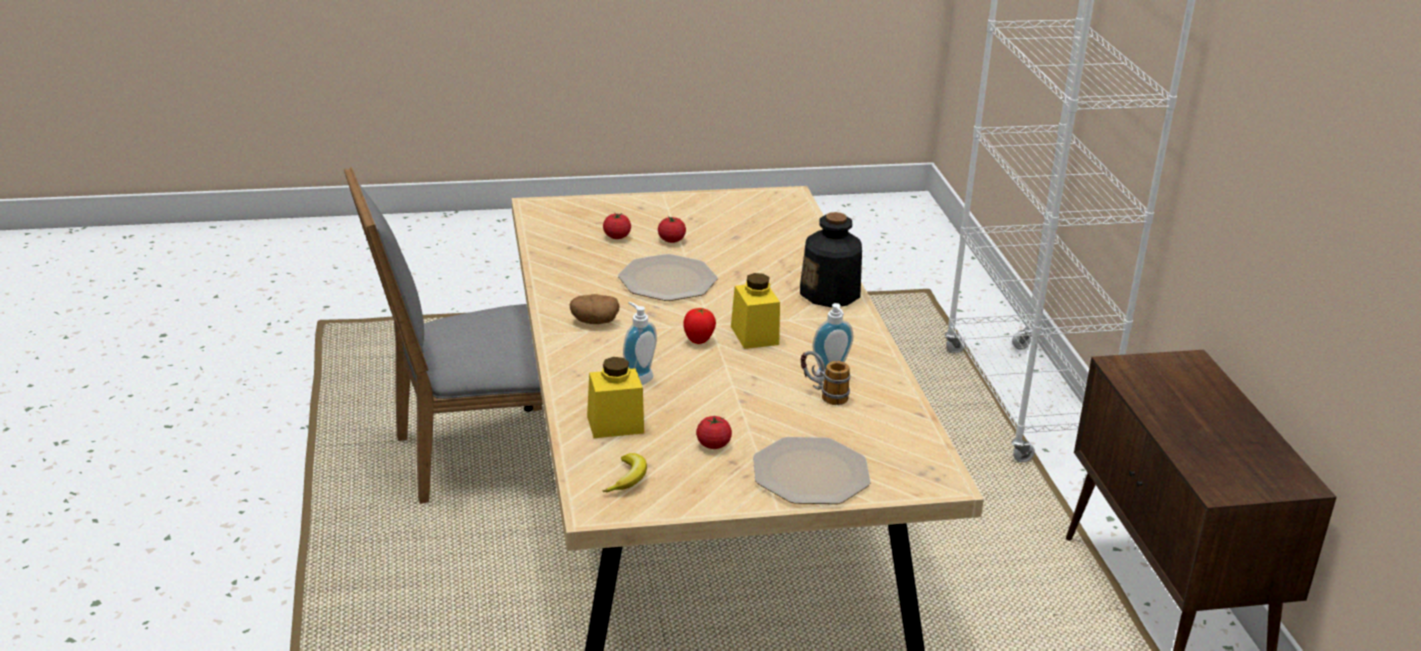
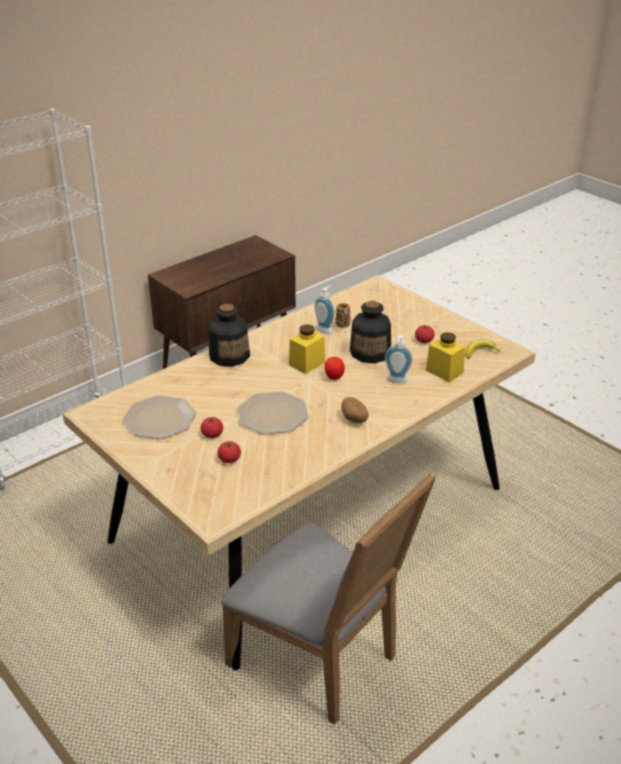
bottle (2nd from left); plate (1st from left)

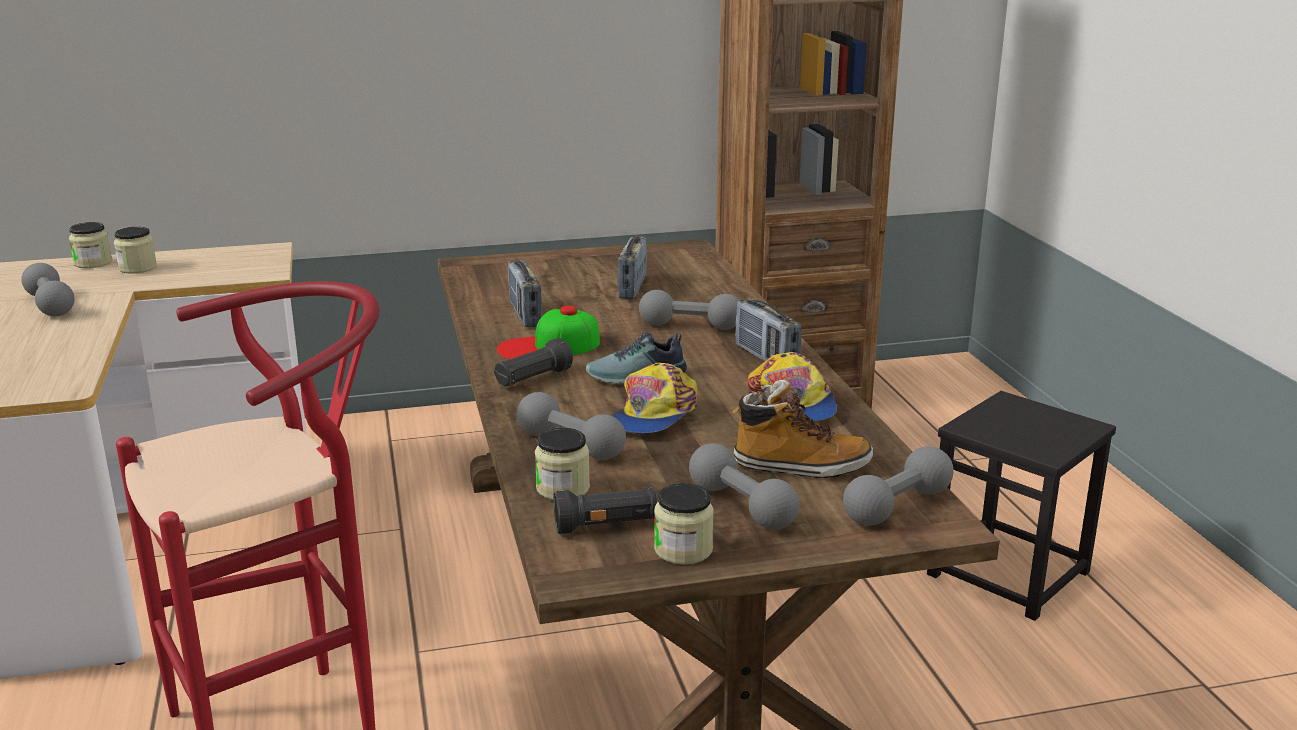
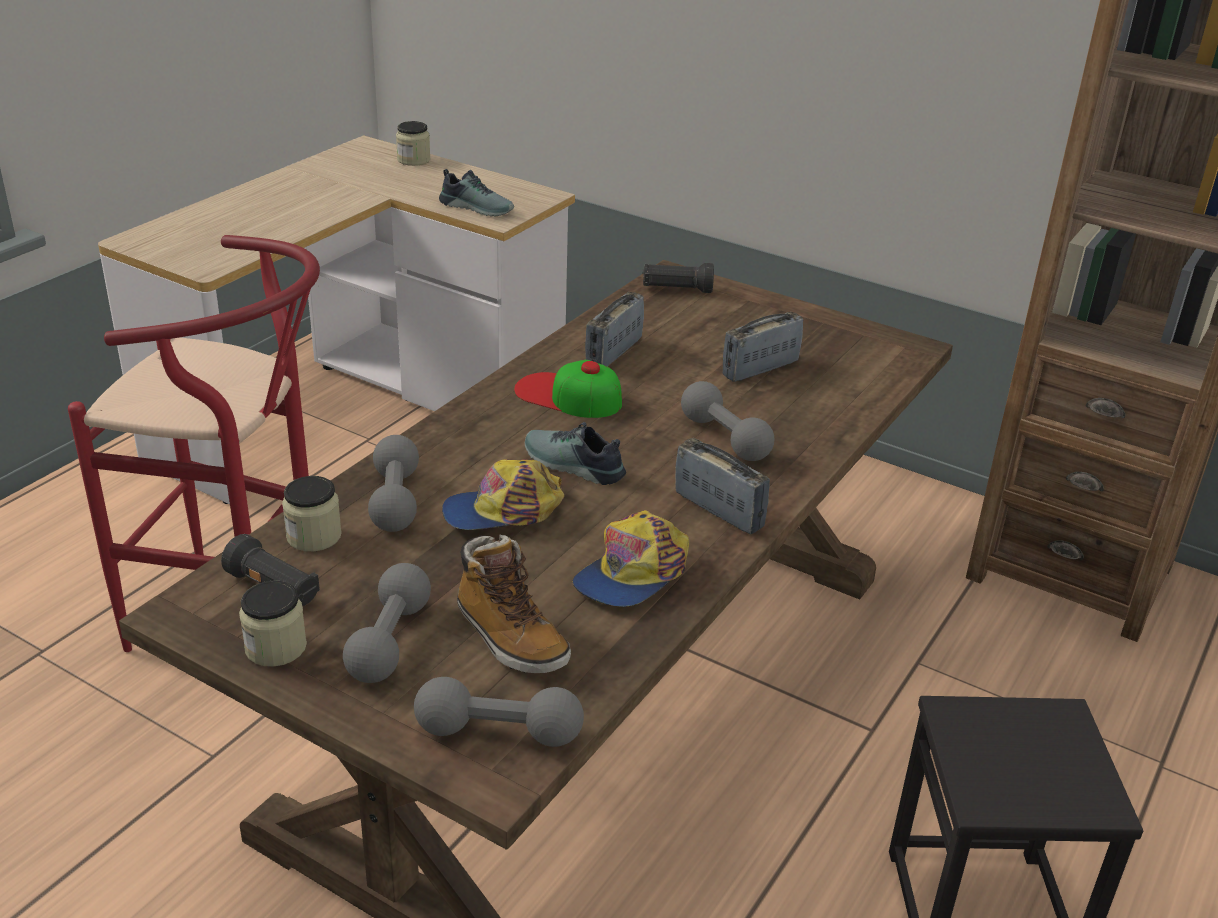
grey dumbbell (1st from left in the first image); jar (2nd from left in the first image); shoe (1st from left); black flashlight (2nd from left); radio (2nd from left)

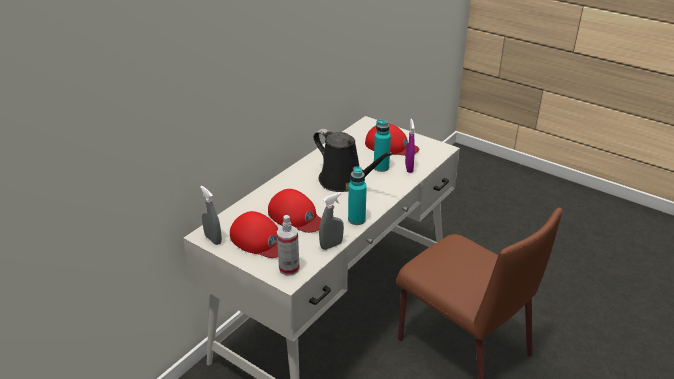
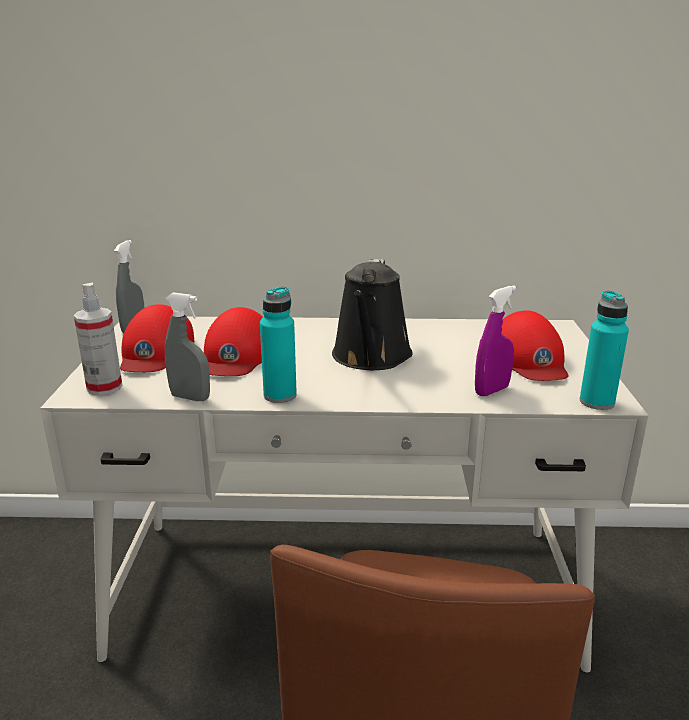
turquoise bottle (2nd from left)

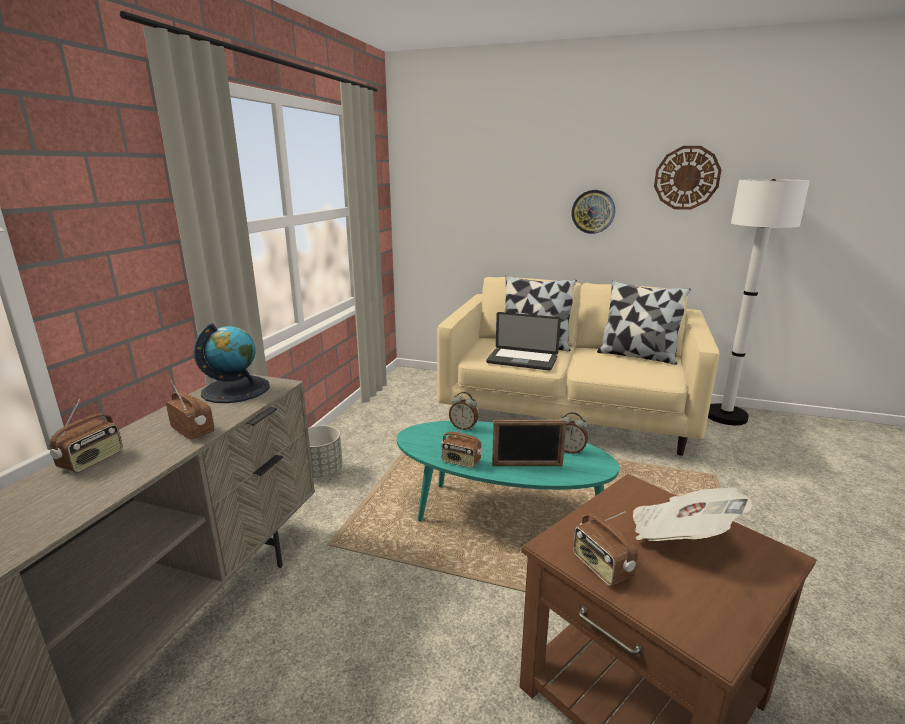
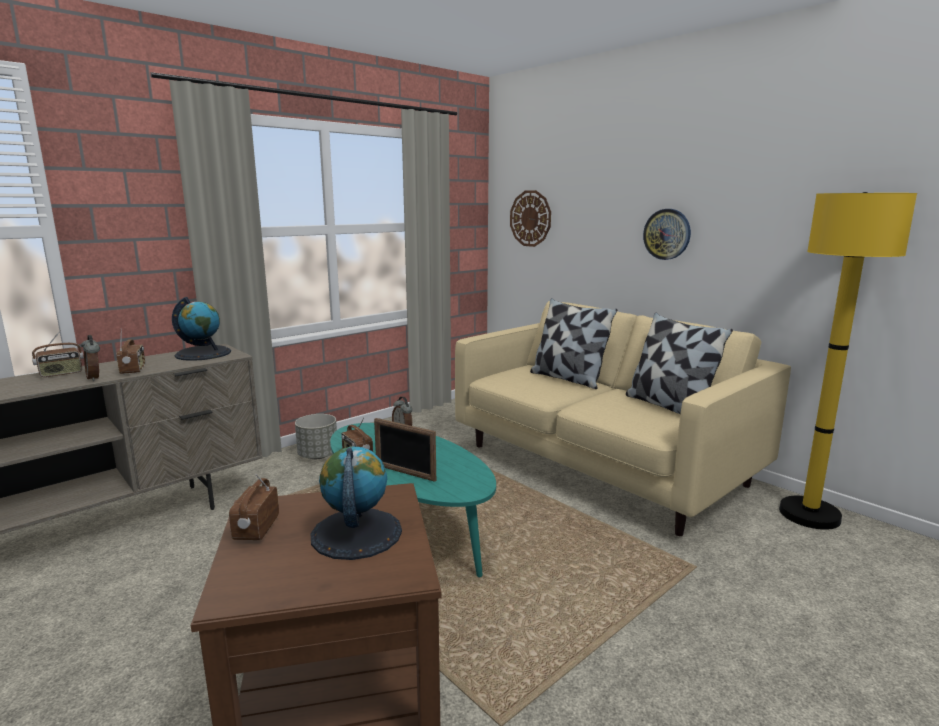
laptop; alarm clock (1st from left); wall clock (1st from left); globe (2nd from left); yellow floor lamp

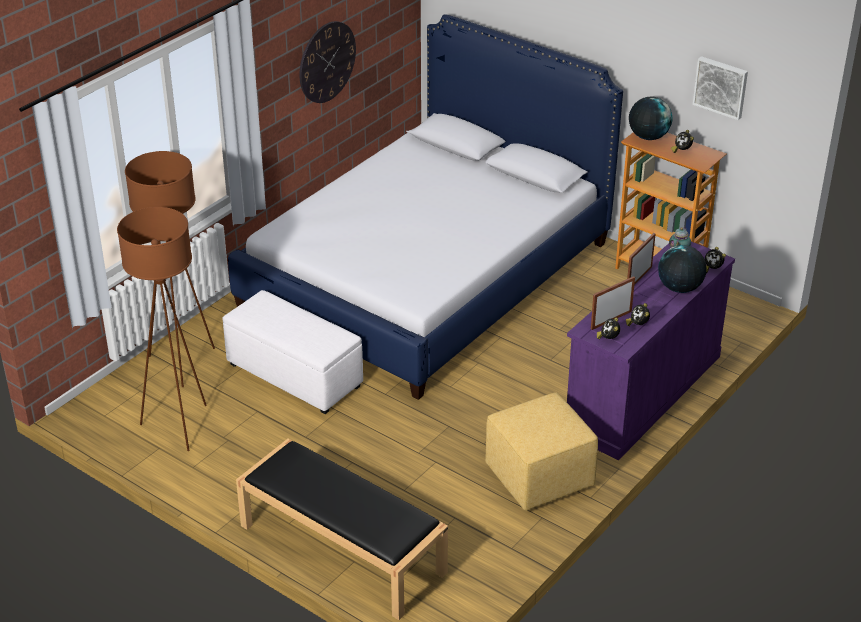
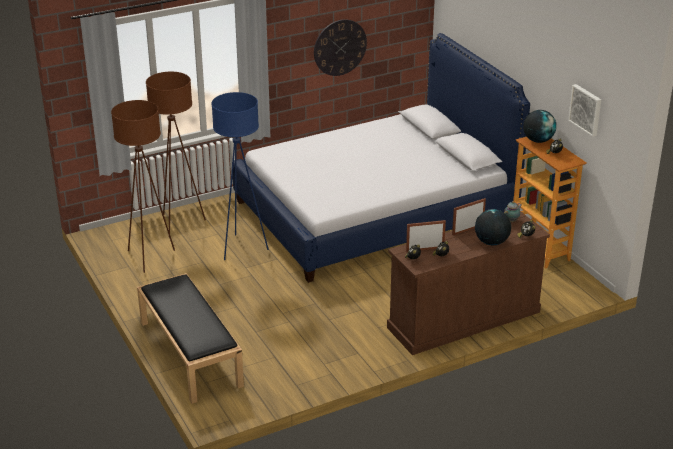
yellow ottoman; blue floor lamp; brown dresser

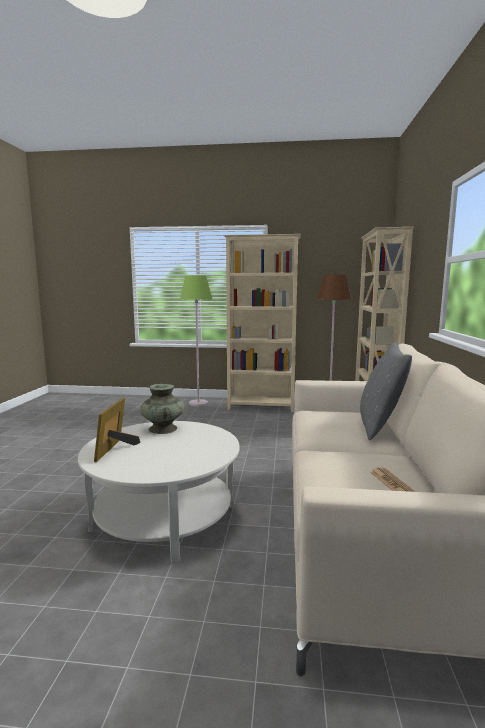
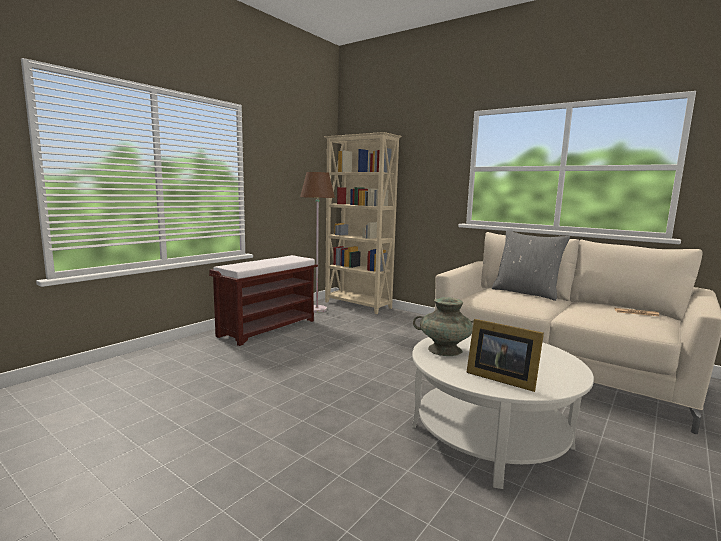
green floor lamp; brown bench

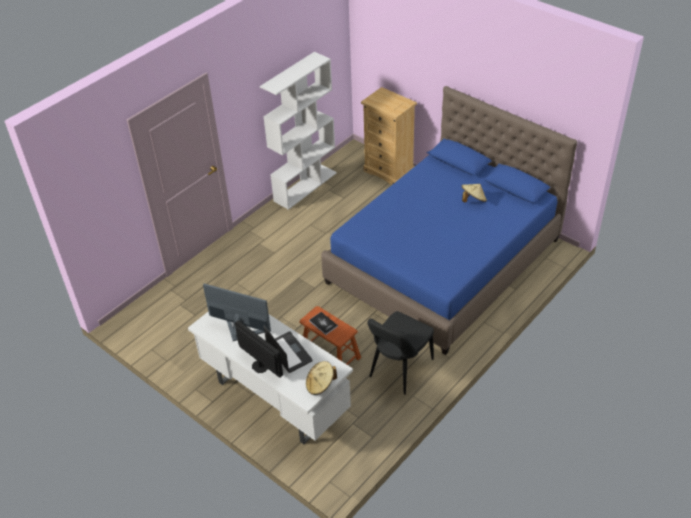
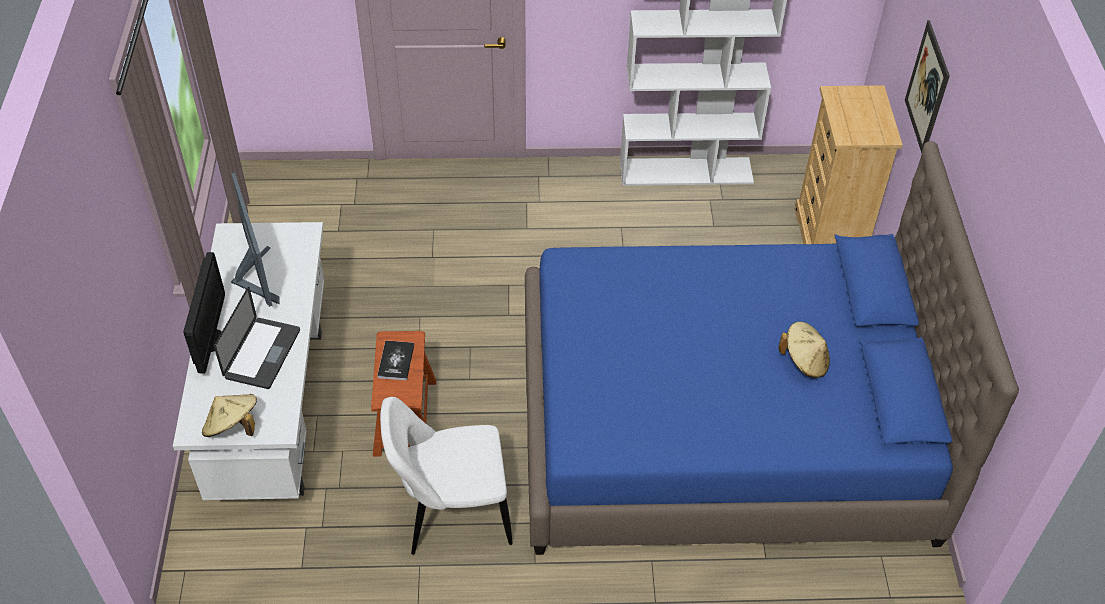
picture; white chair

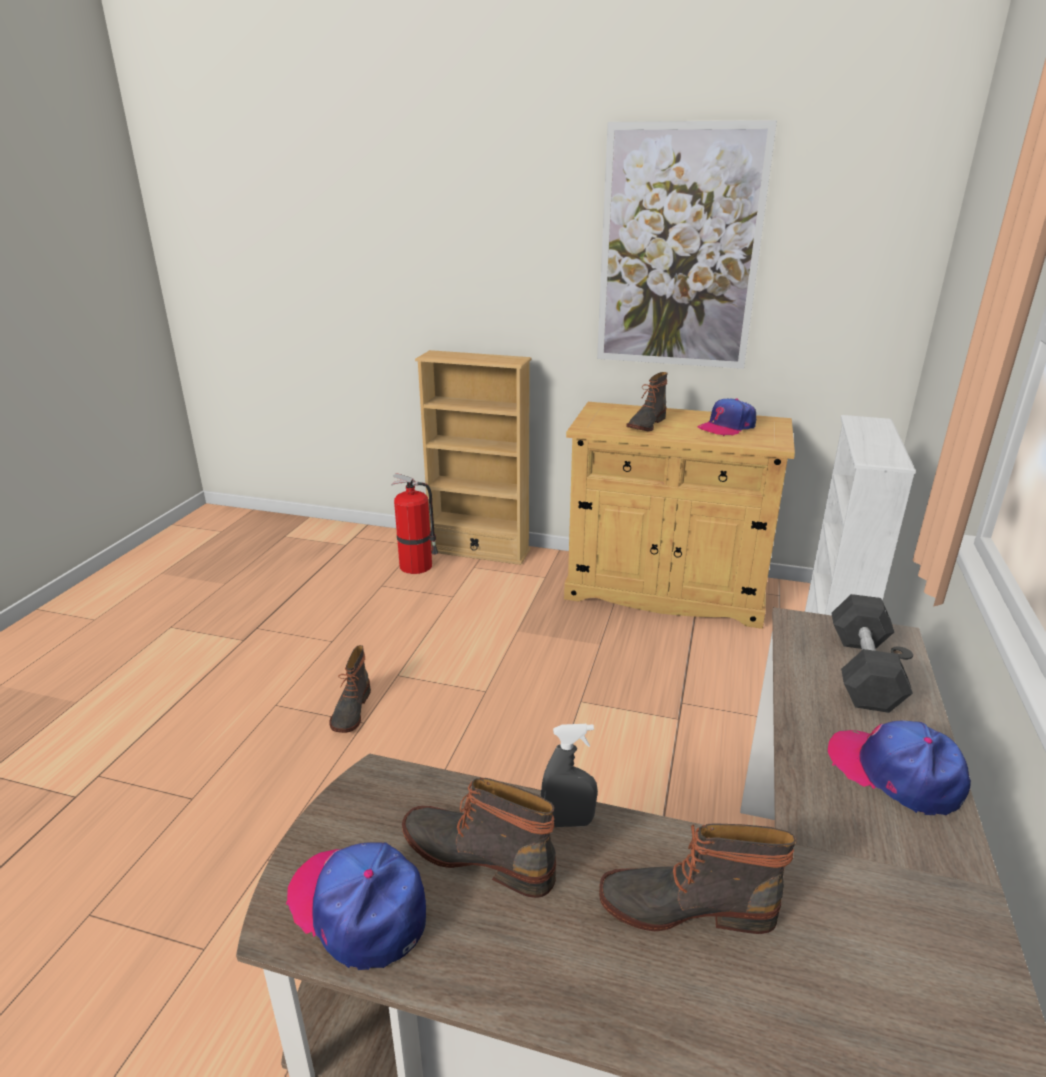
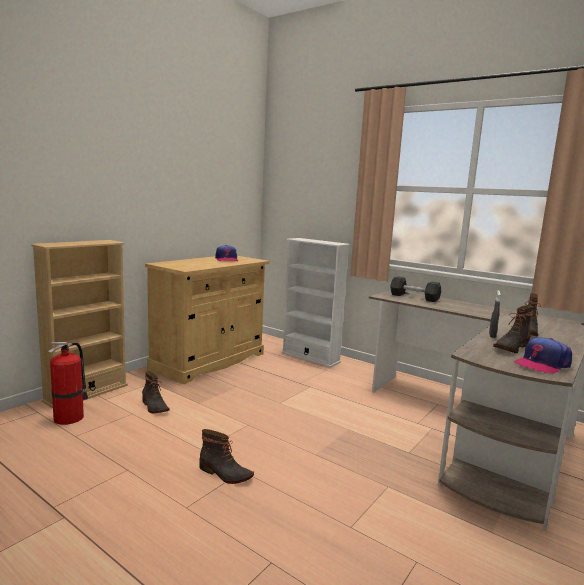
picture; cap (3rd from left in the first image); boot (1st from left)

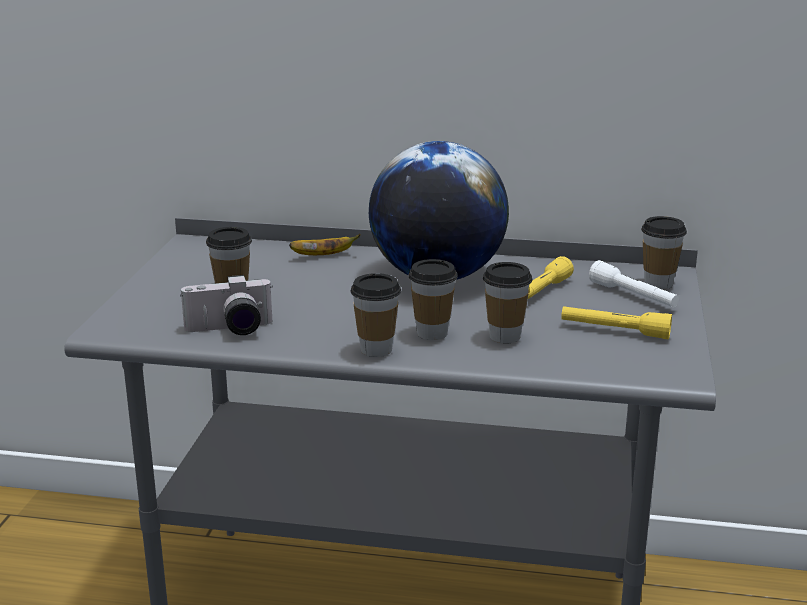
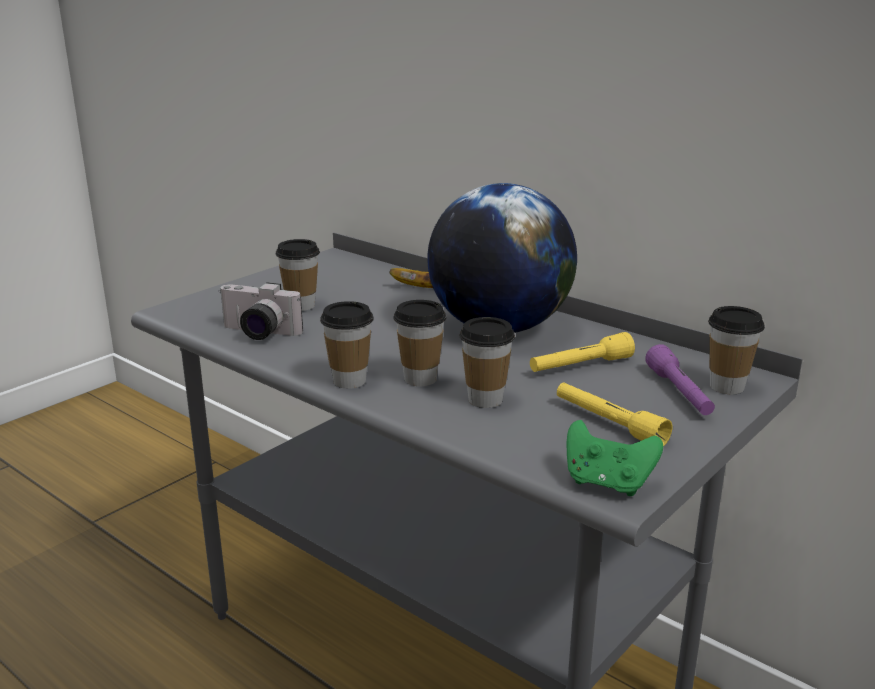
green game controller; purple flashlight

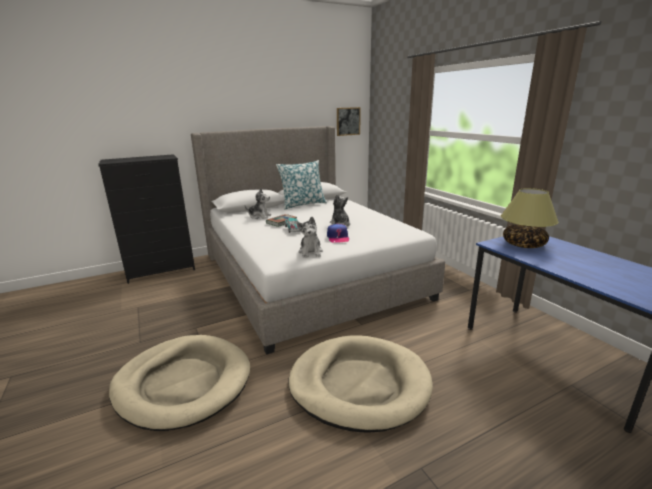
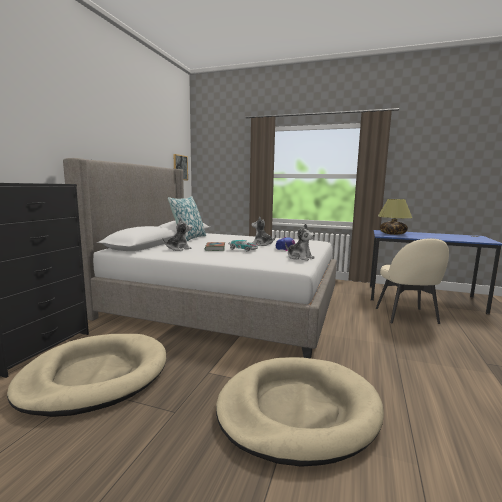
beige chair; beige dog bed (1st from left)

